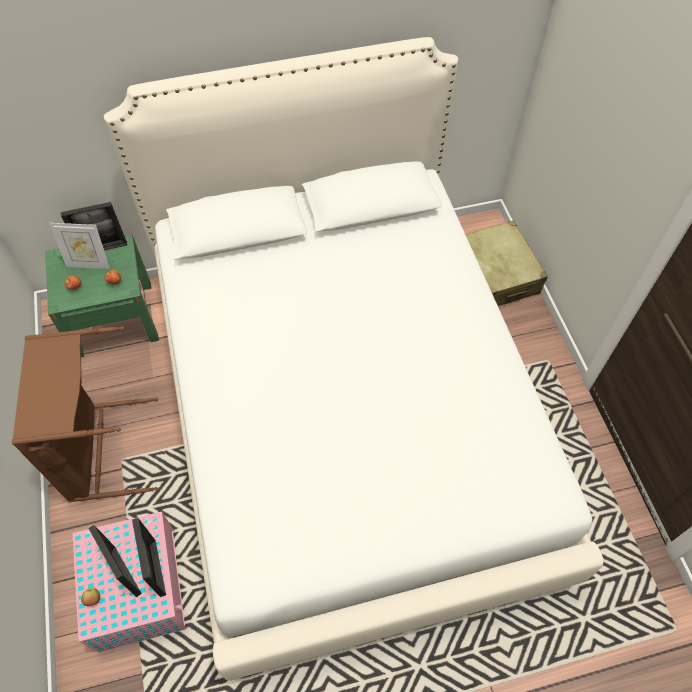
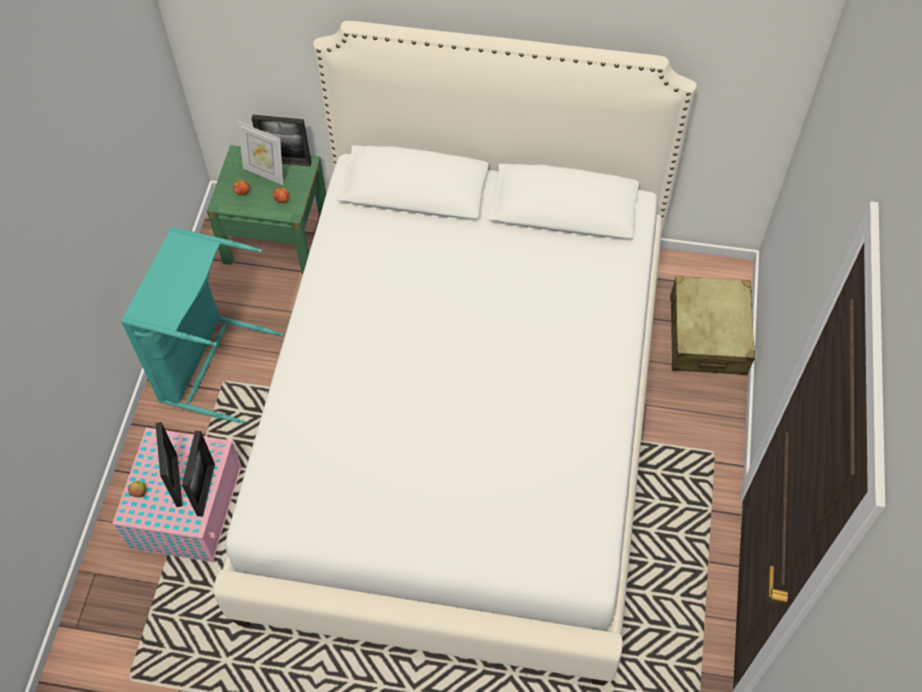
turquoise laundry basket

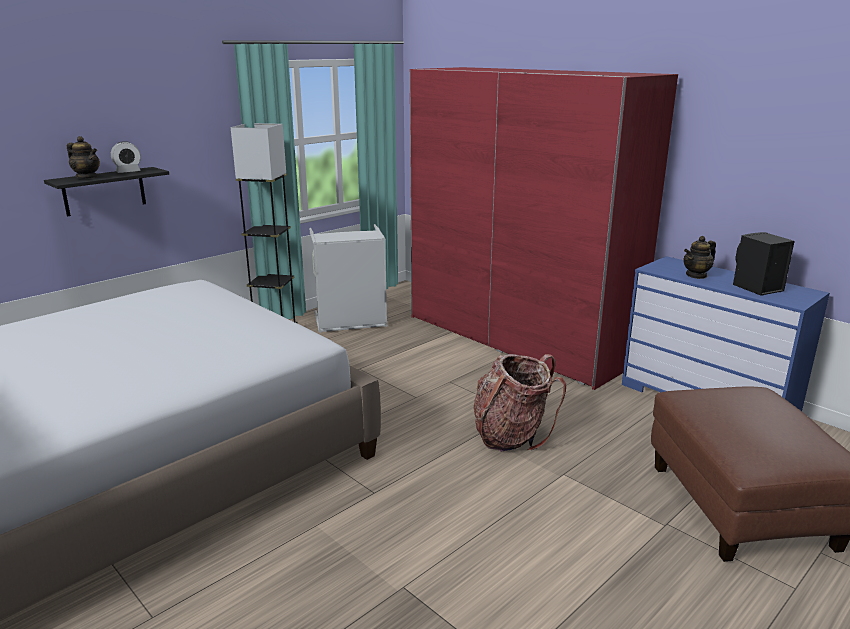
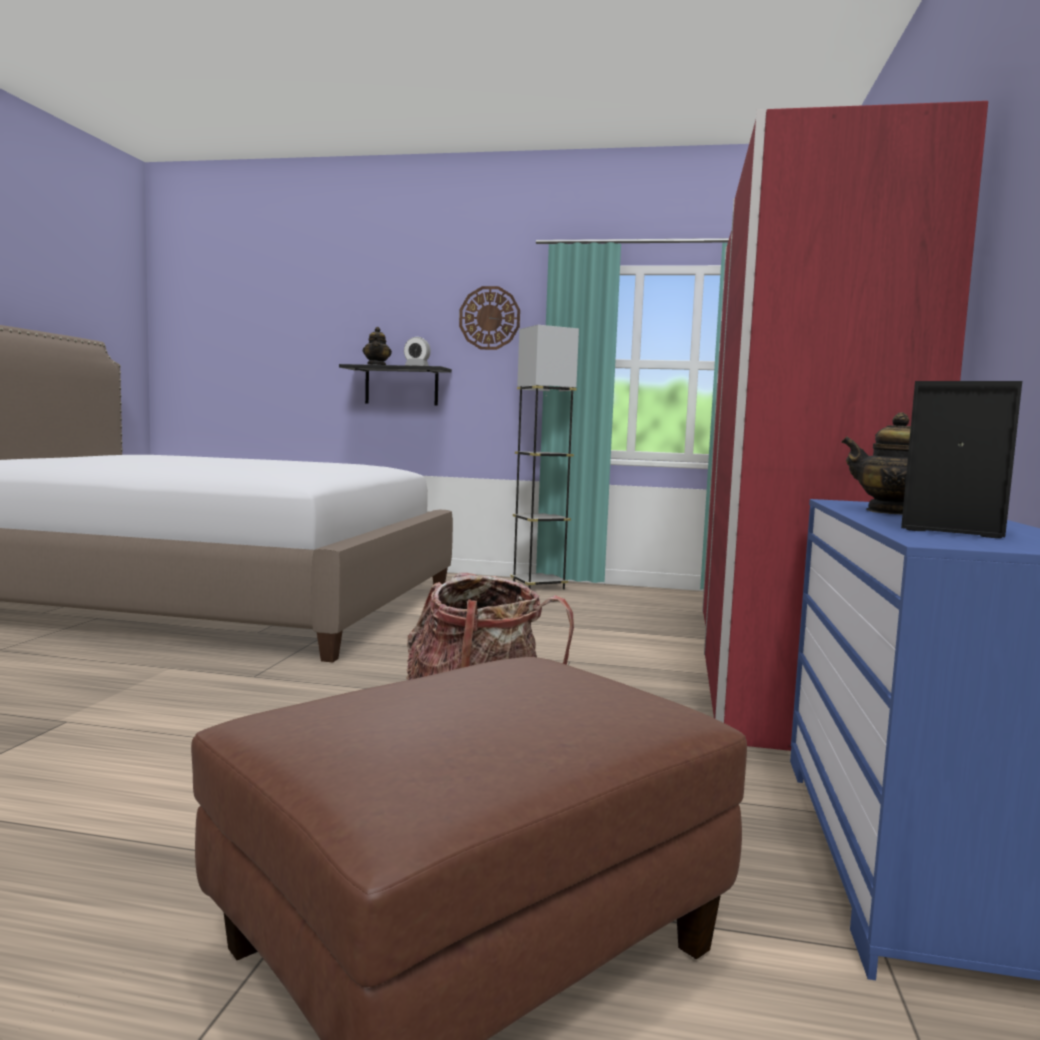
grey laundry basket; wall clock

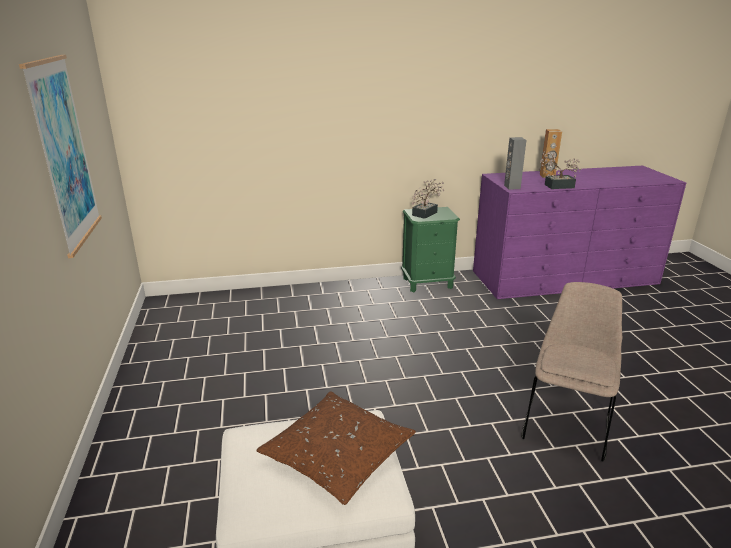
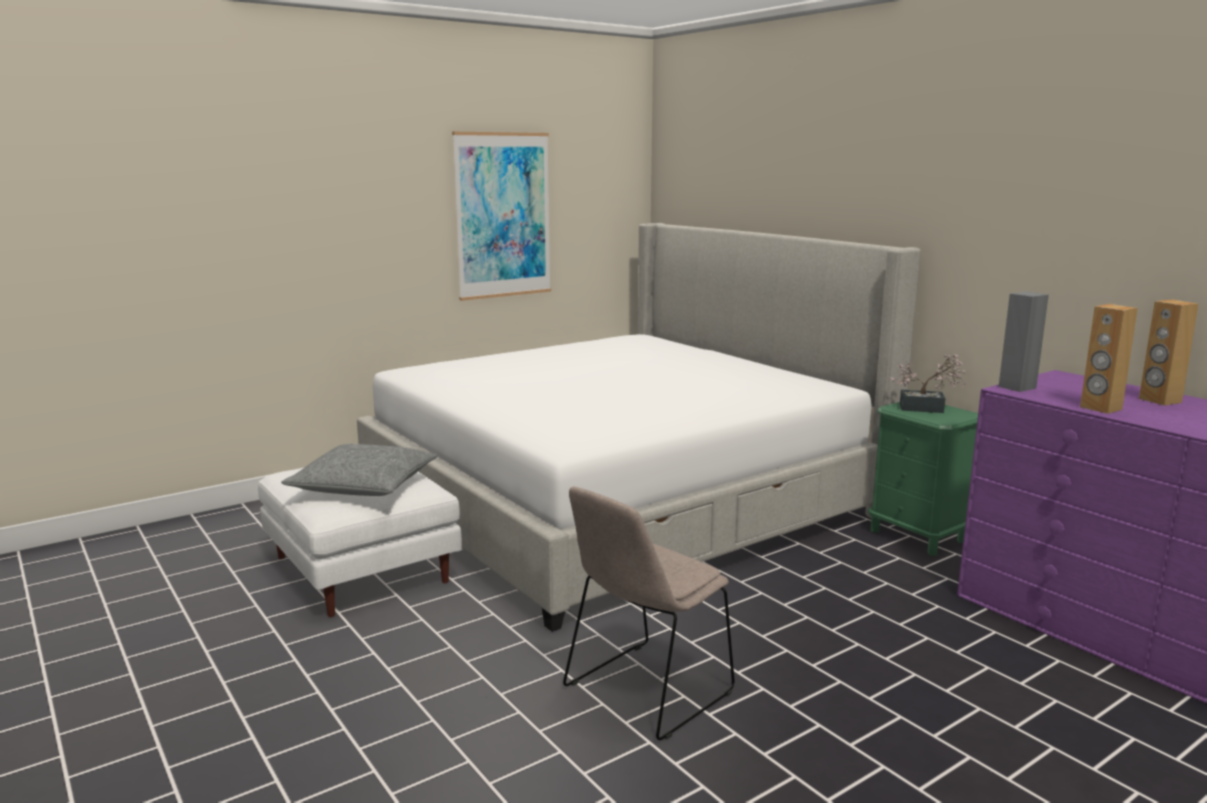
bed; brown speaker (1st from left); grey pillow; beige chair

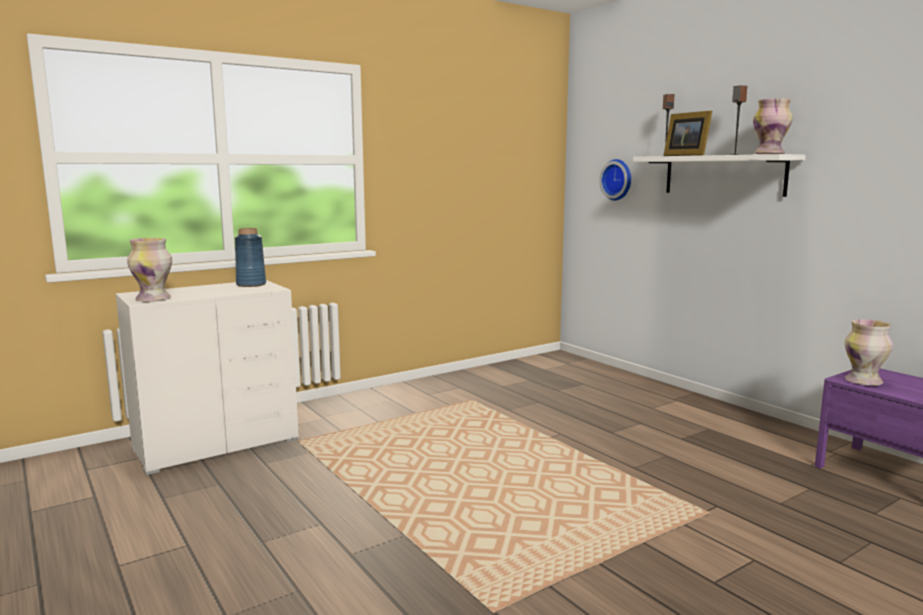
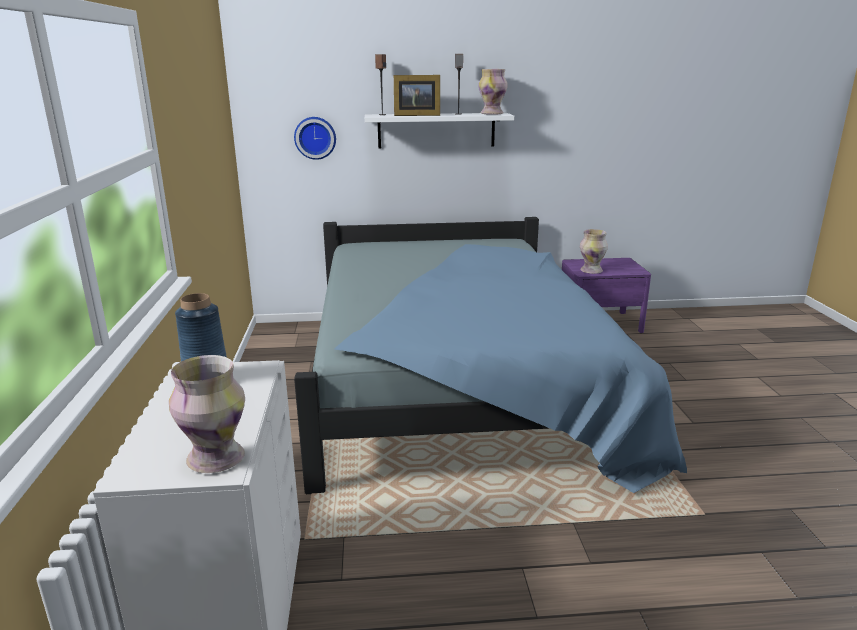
blue bed

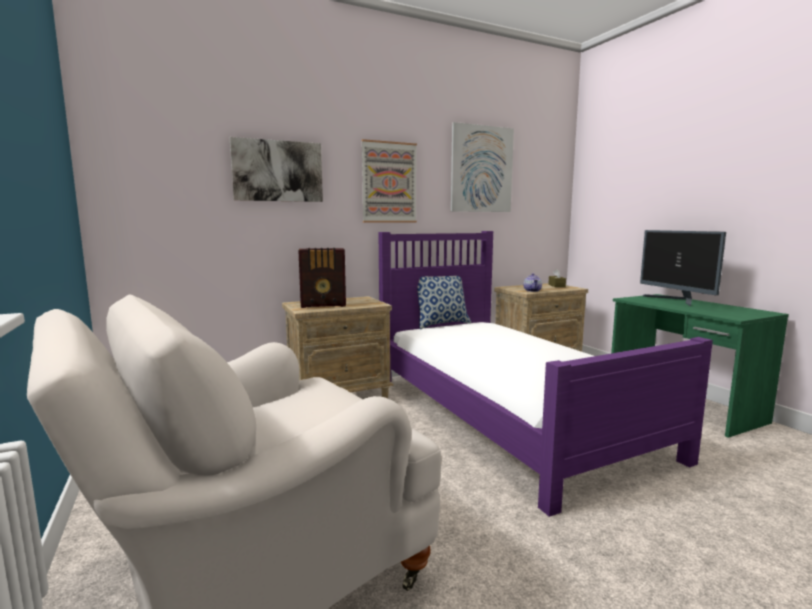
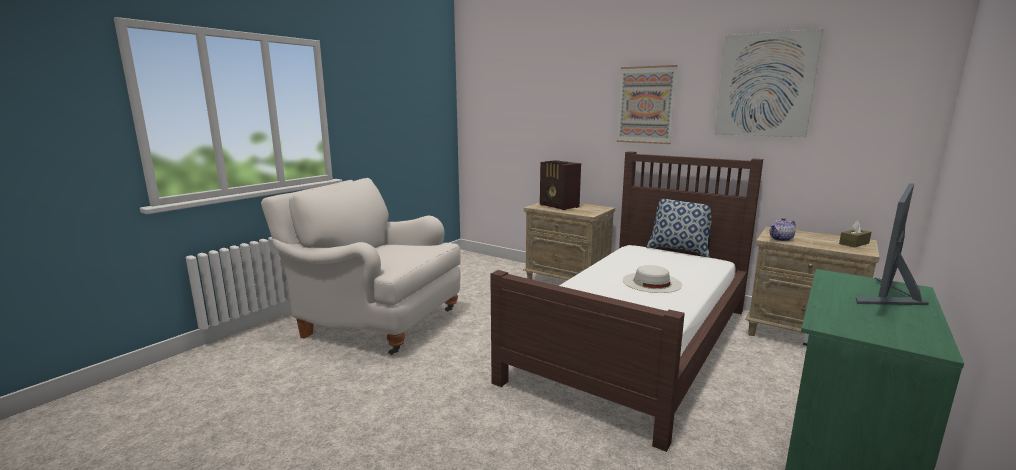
picture (1st from left in the first image); white hat; brown bed

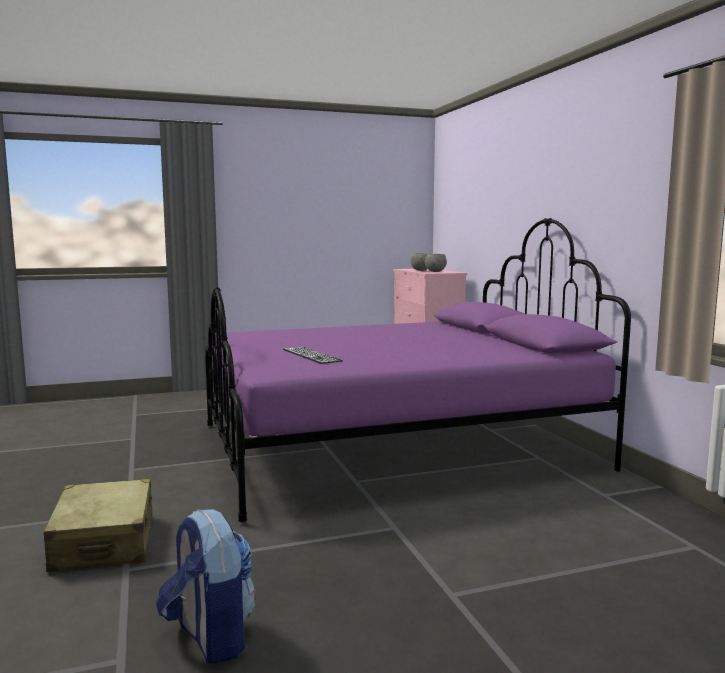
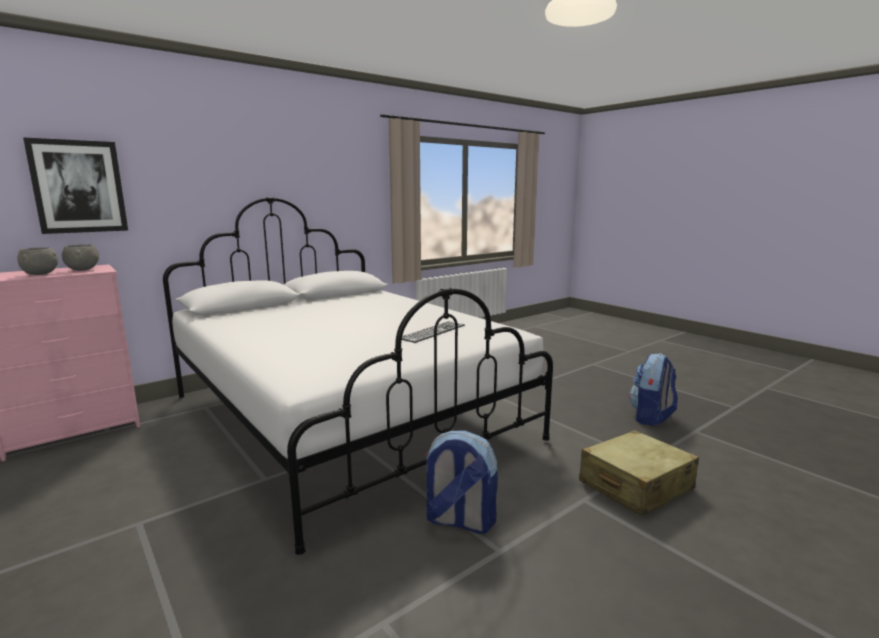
picture; backpack (1st from left); white bed

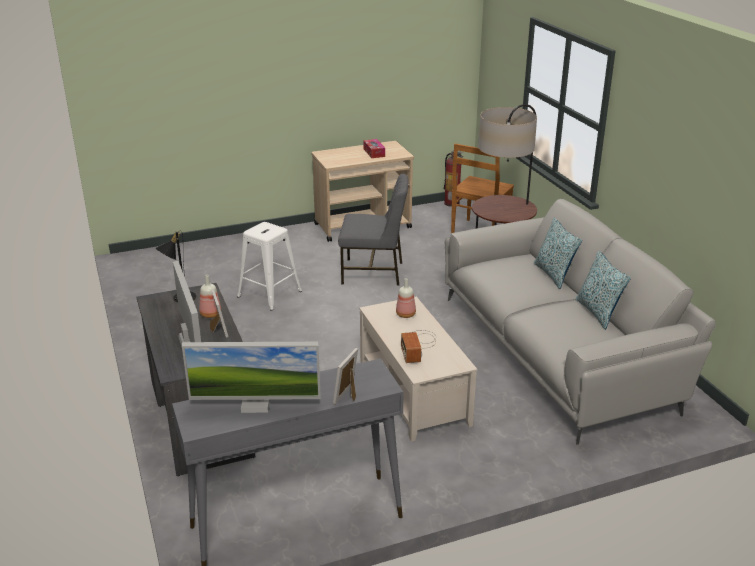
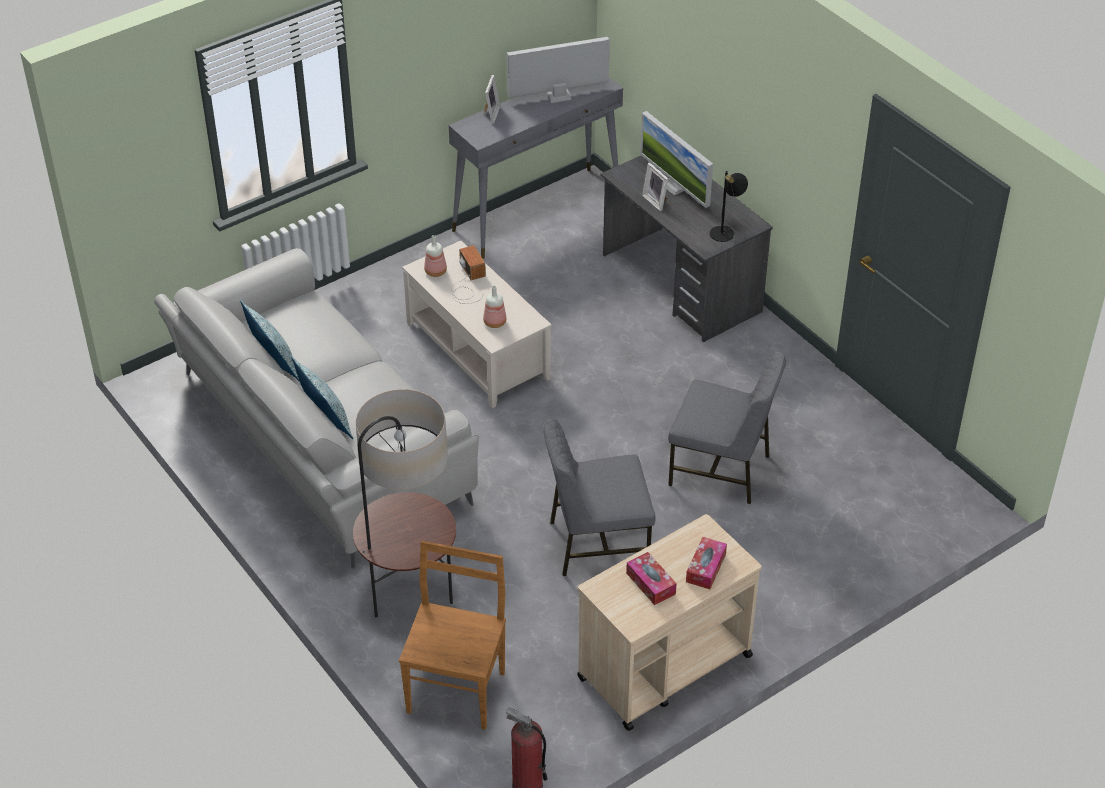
tissue box (2nd from left); bottle (1st from left); grey chair (2nd from left)

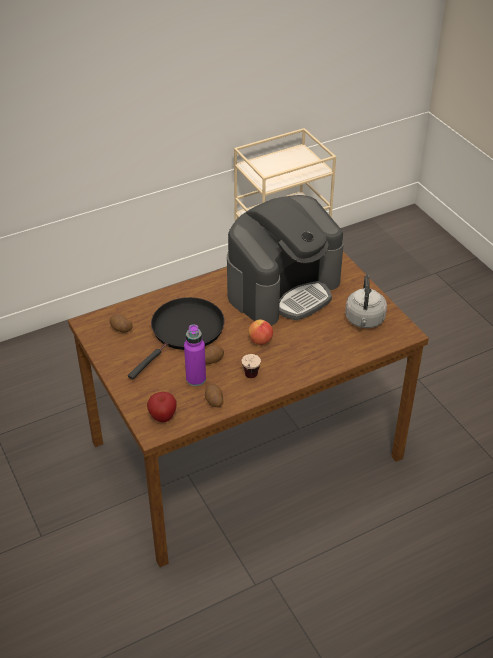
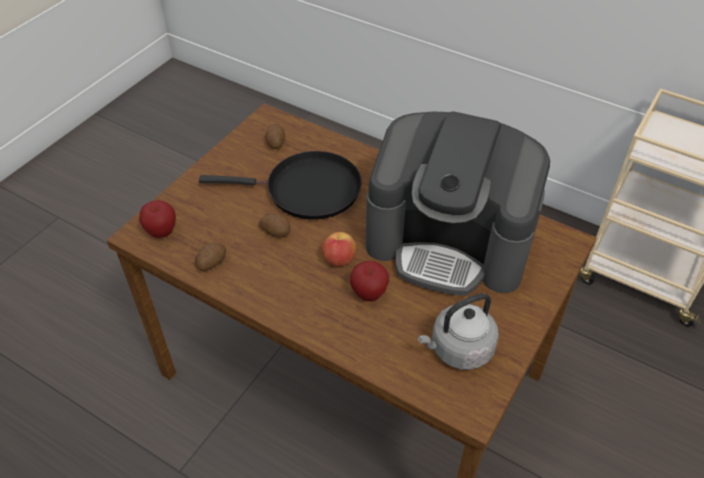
purple bottle; cup; apple (3rd from left)

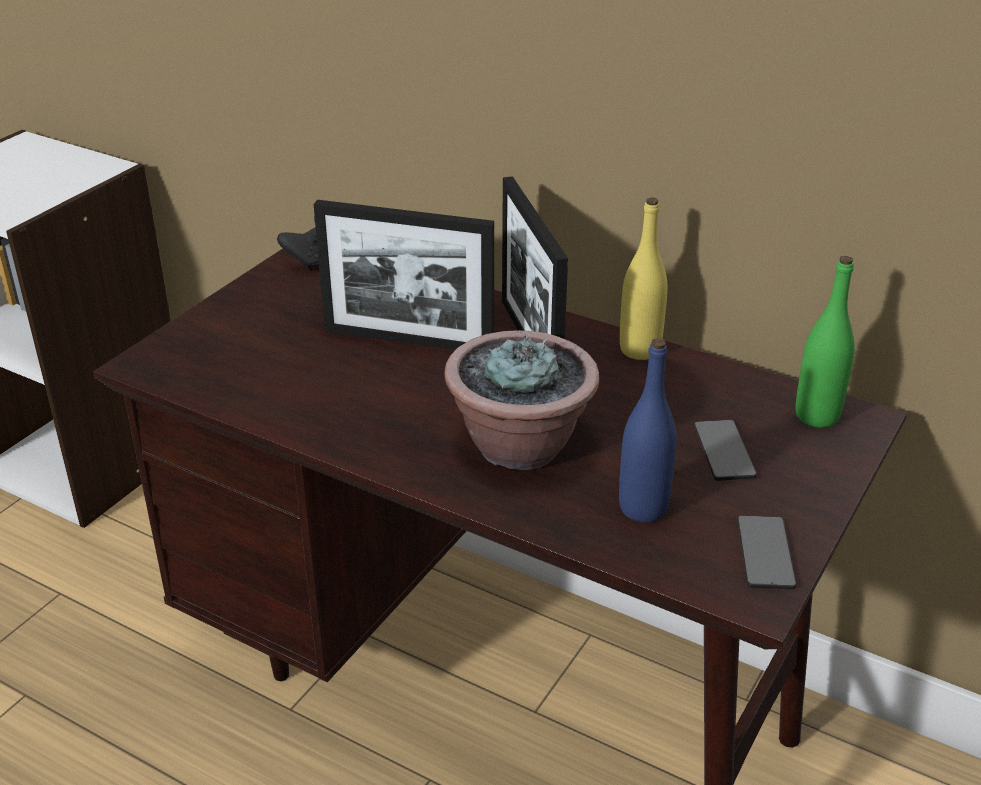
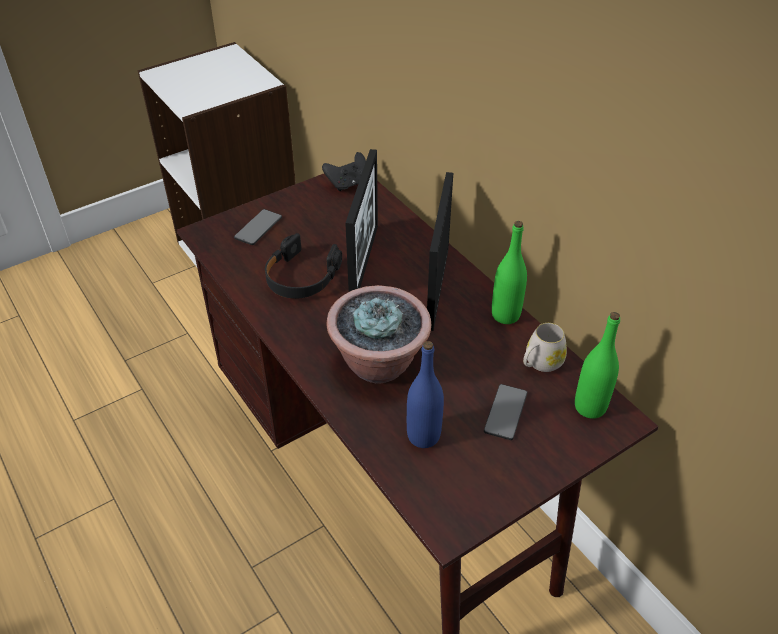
black headphones; white mug; phone (1st from left); green bottle (1st from left); picture frame (1st from left)

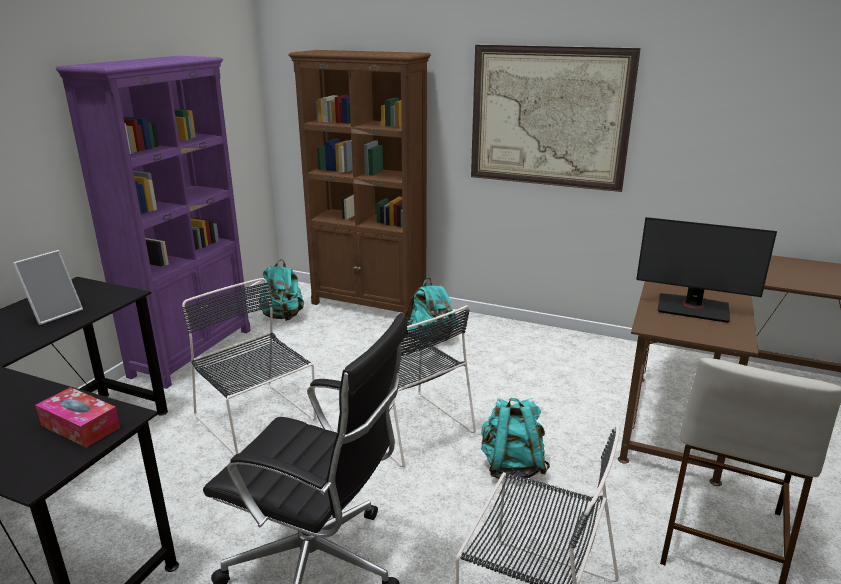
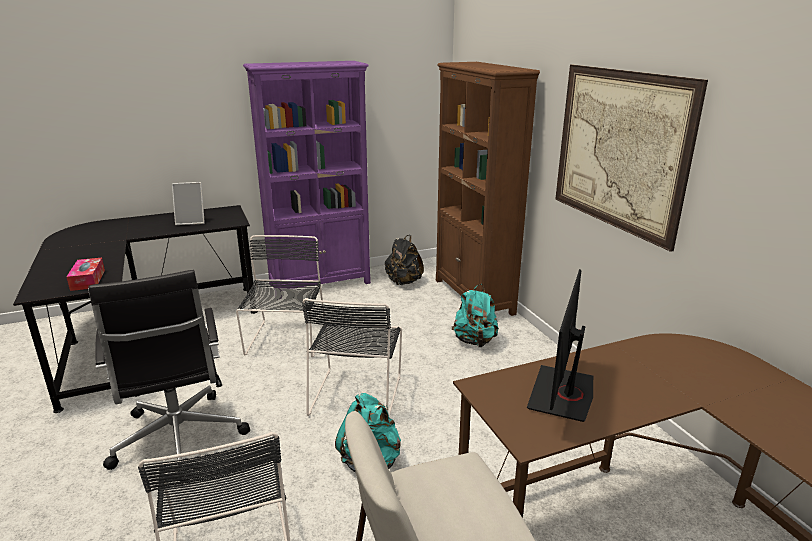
black backpack; monitor

